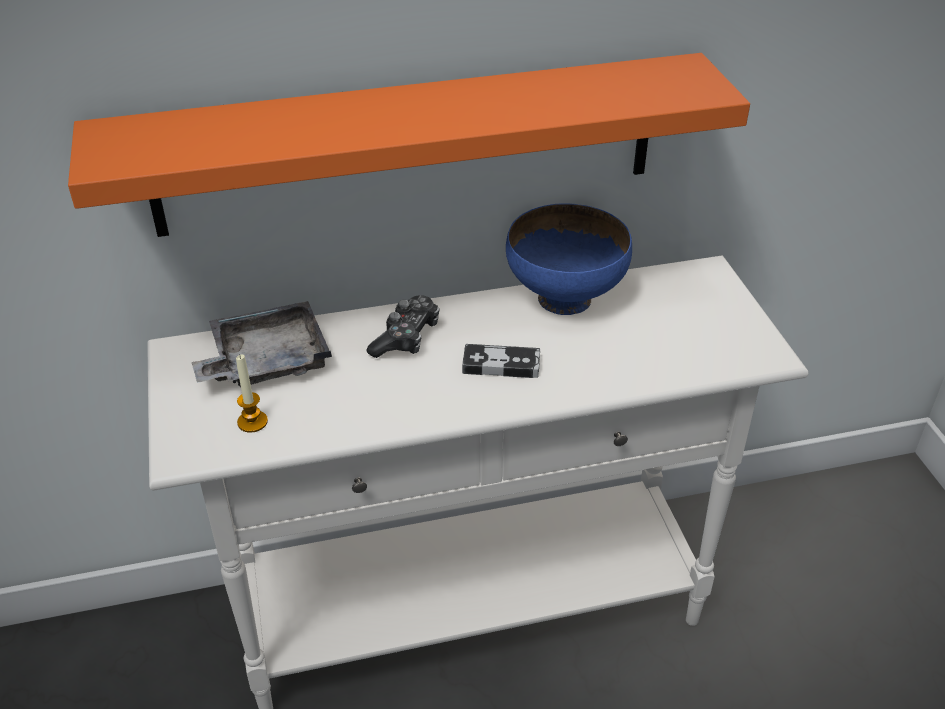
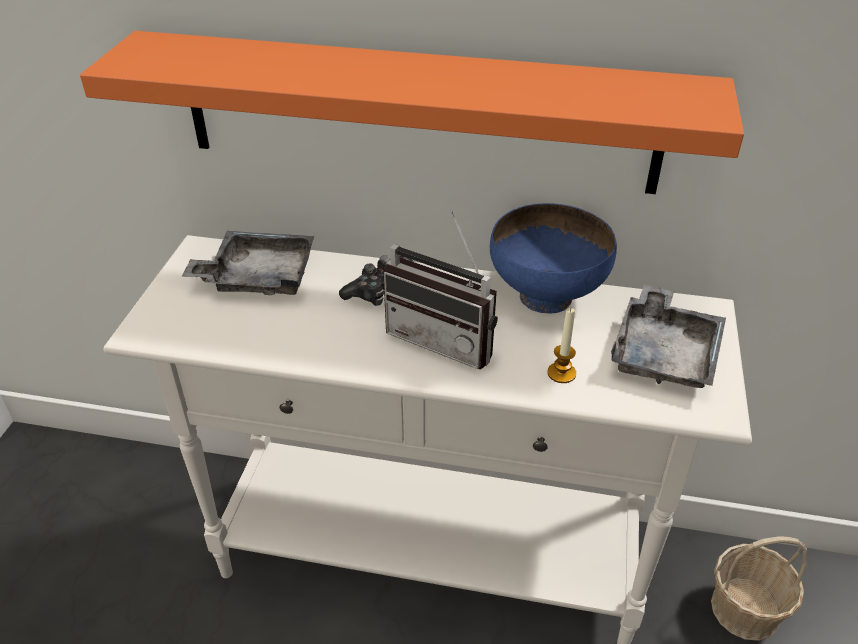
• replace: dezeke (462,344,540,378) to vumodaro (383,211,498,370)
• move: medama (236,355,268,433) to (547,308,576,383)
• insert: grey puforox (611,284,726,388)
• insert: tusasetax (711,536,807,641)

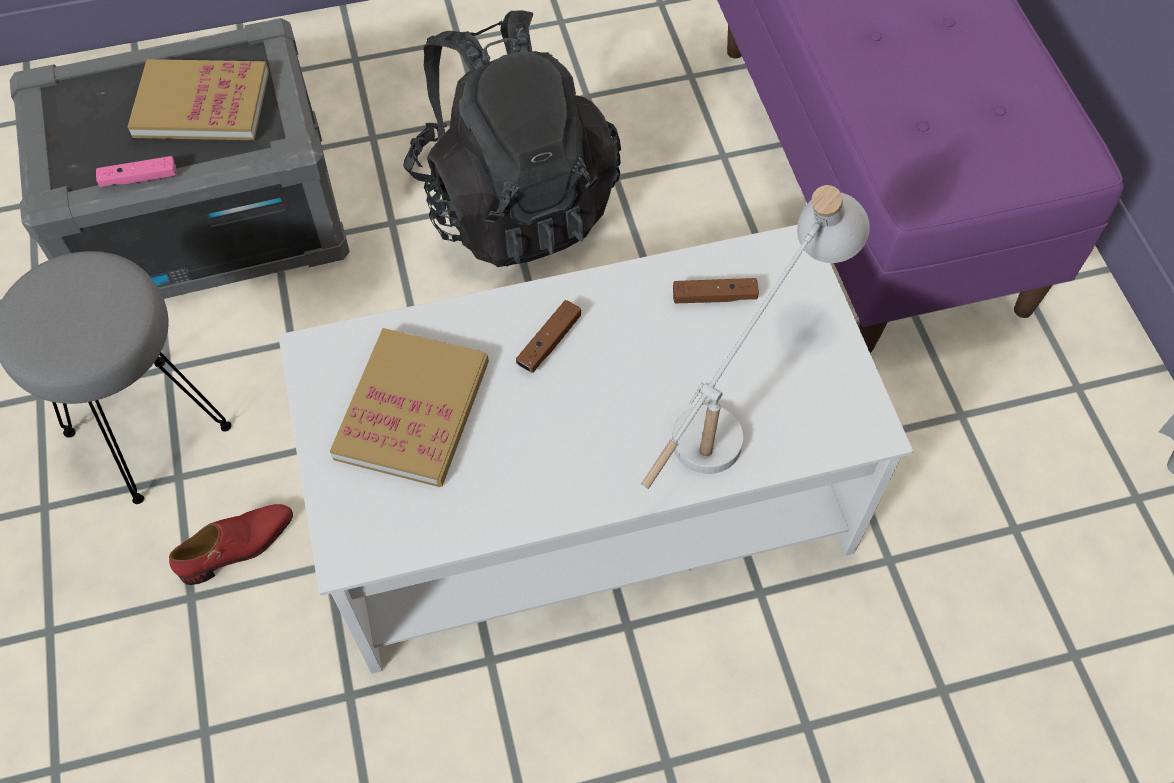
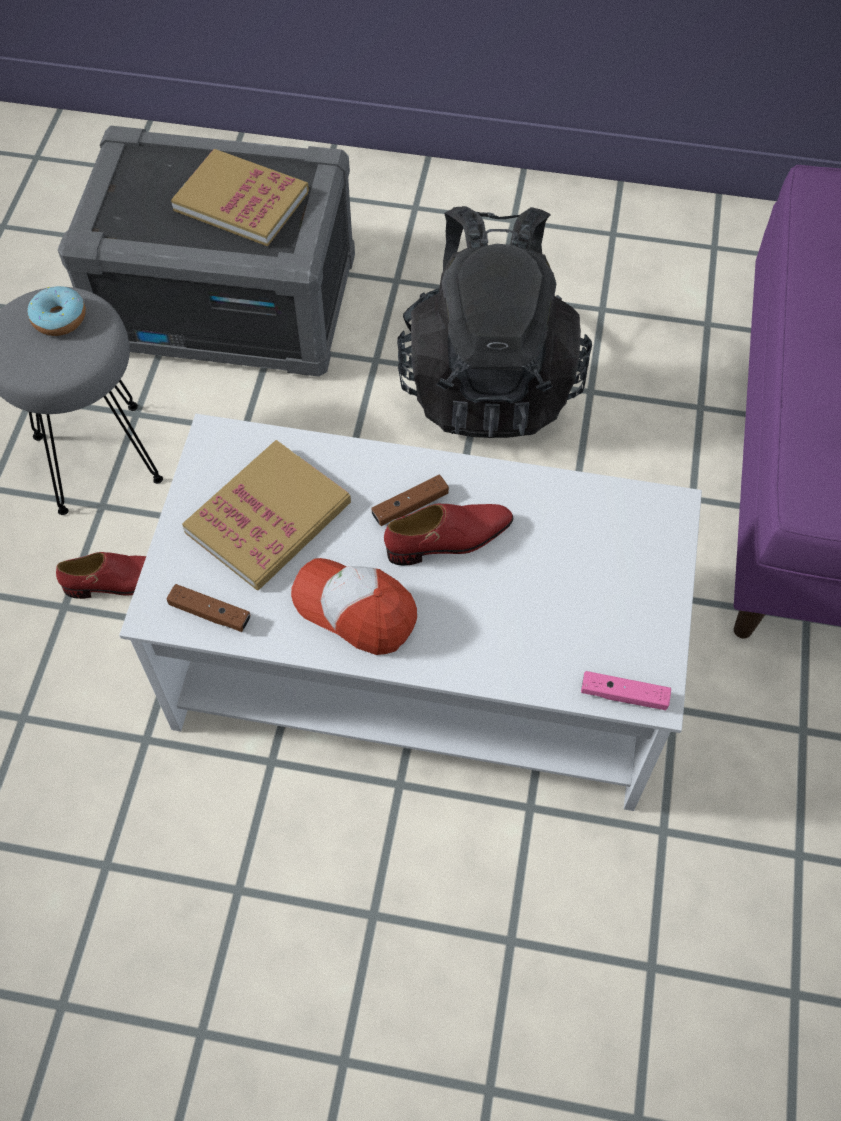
• move: pink dezeke (96,156,177,187) to (581,671,671,710)
• delete: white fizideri (641,185,870,489)
• move: brown dezeke (673,278,759,303) to (167,584,251,632)
• insert: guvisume (28,286,86,336)
• insert: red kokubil (384,504,514,565)
• insert: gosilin (291,558,417,655)

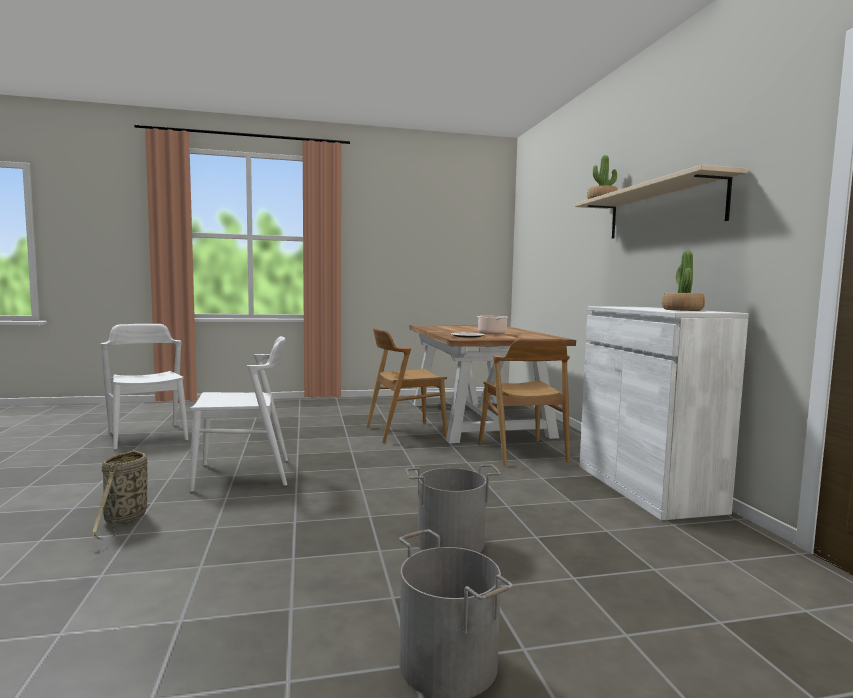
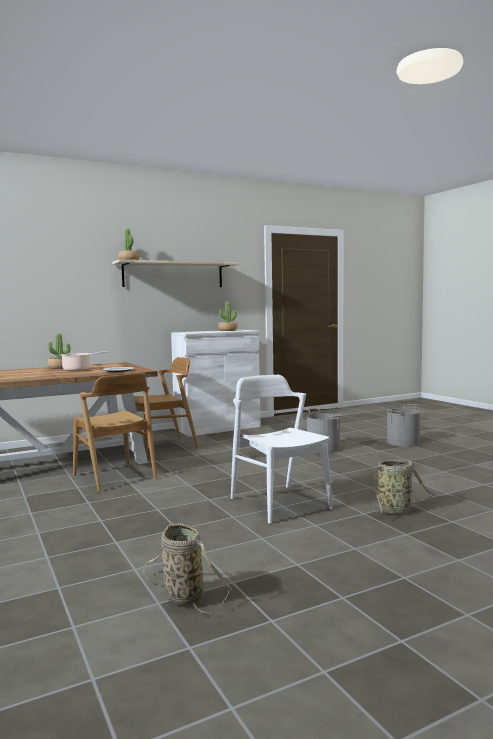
• replace: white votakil (101,324,188,450) to tusasetax (143,523,232,613)
• insert: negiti (47,333,70,369)

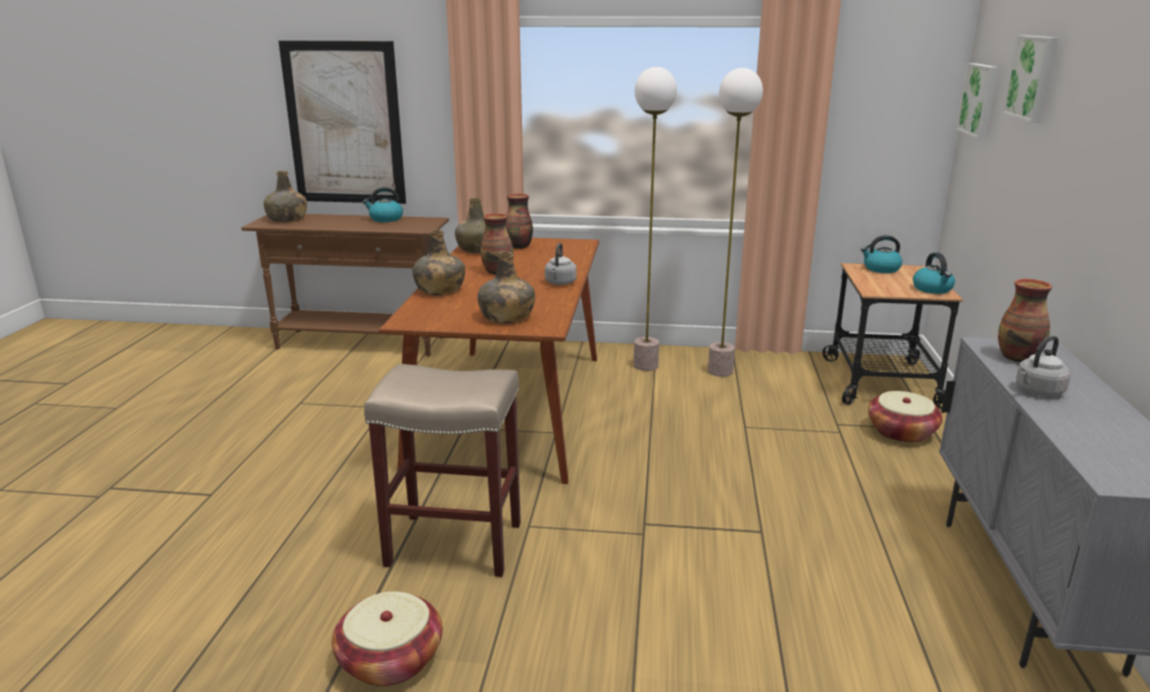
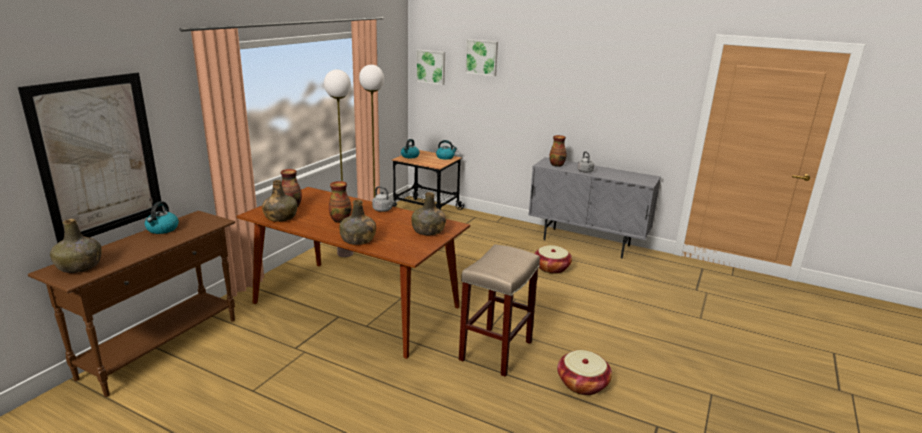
• move: tusasetax (868,391,943,443) to (534,245,572,274)

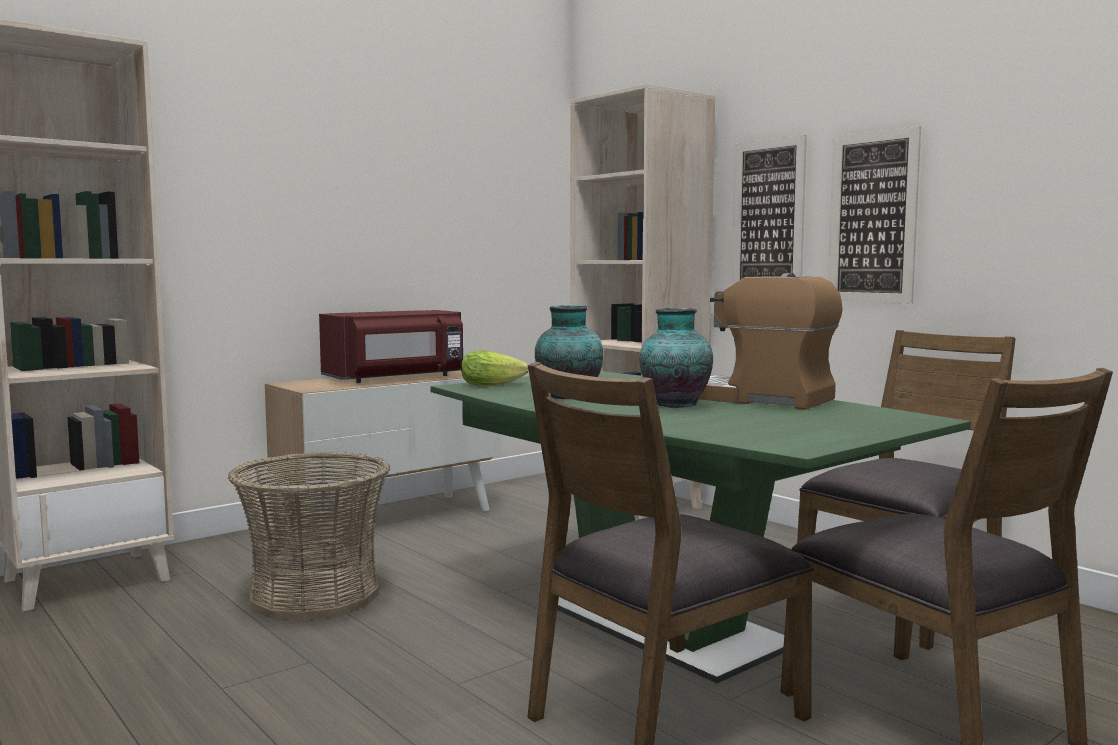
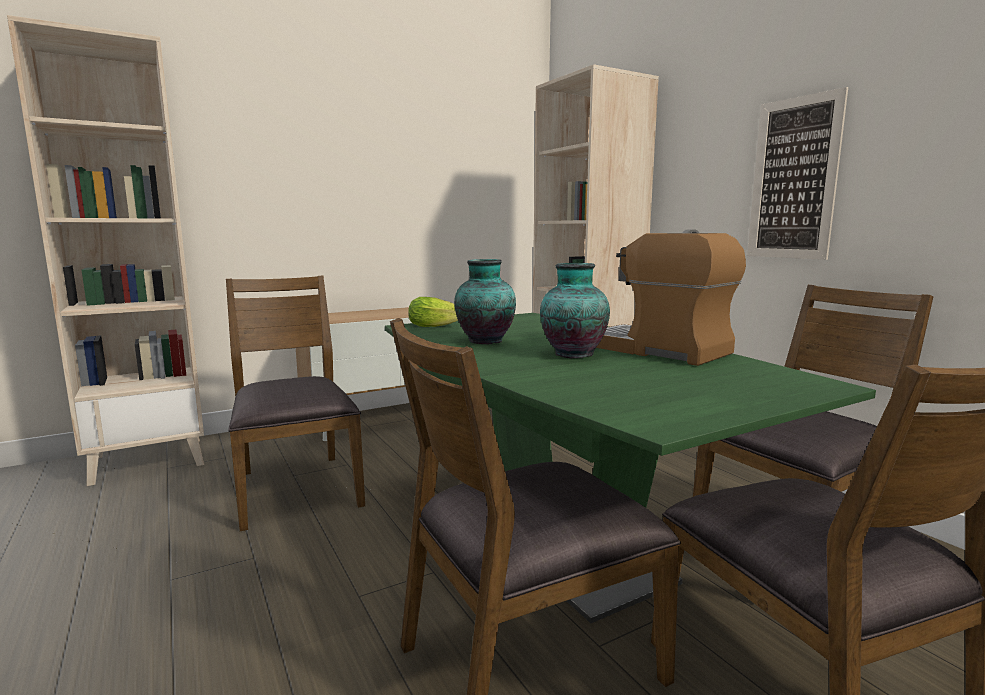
• delete: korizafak (732,135,807,285)
• delete: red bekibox (319,310,463,383)
• replace: tusasetax (228,452,390,621) to brown votakil (226,276,365,531)

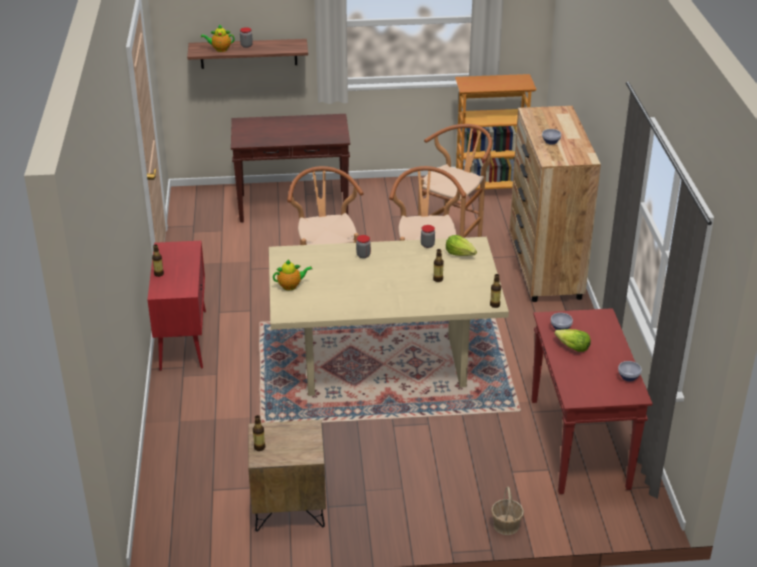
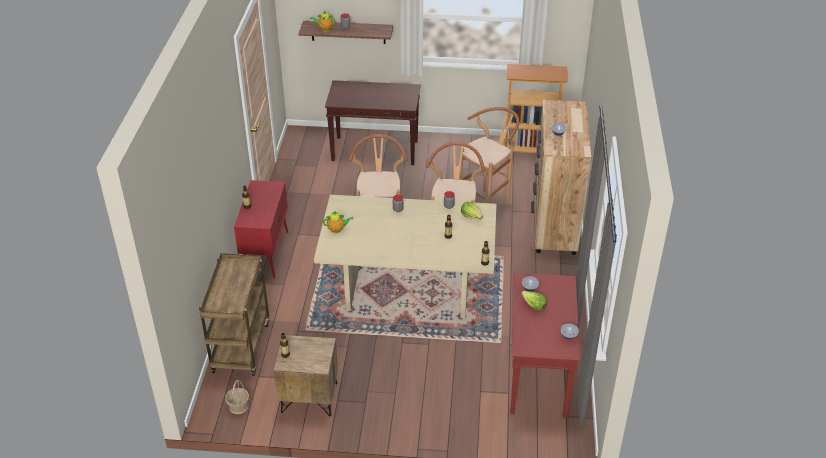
• move: tusasetax (491,487,524,535) to (225,380,249,414)
• insert: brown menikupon (199,253,269,376)

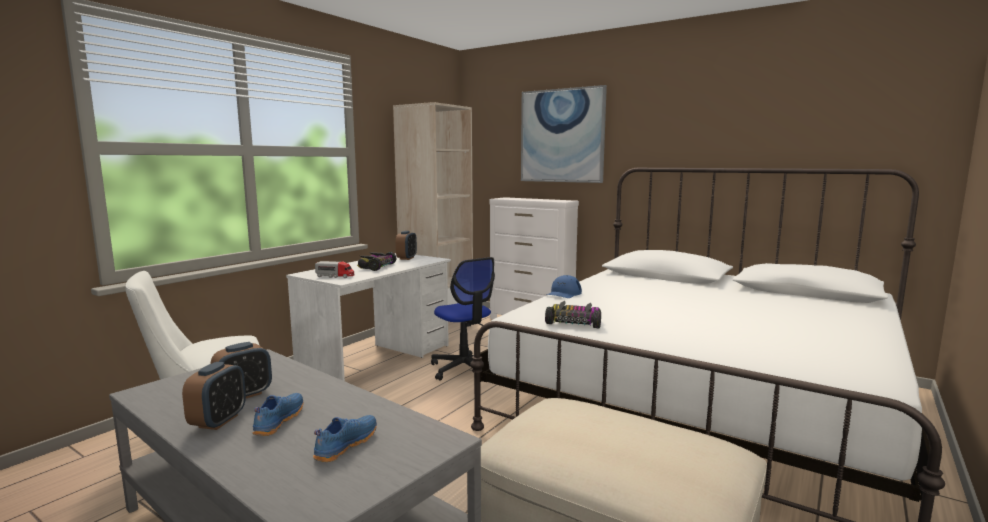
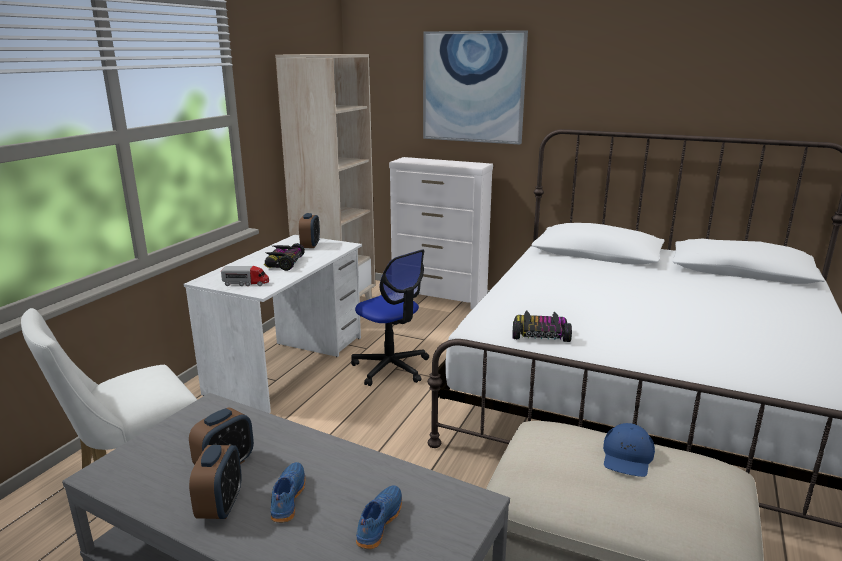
• move: blue gosilin (546,275,582,298) to (603,423,655,477)

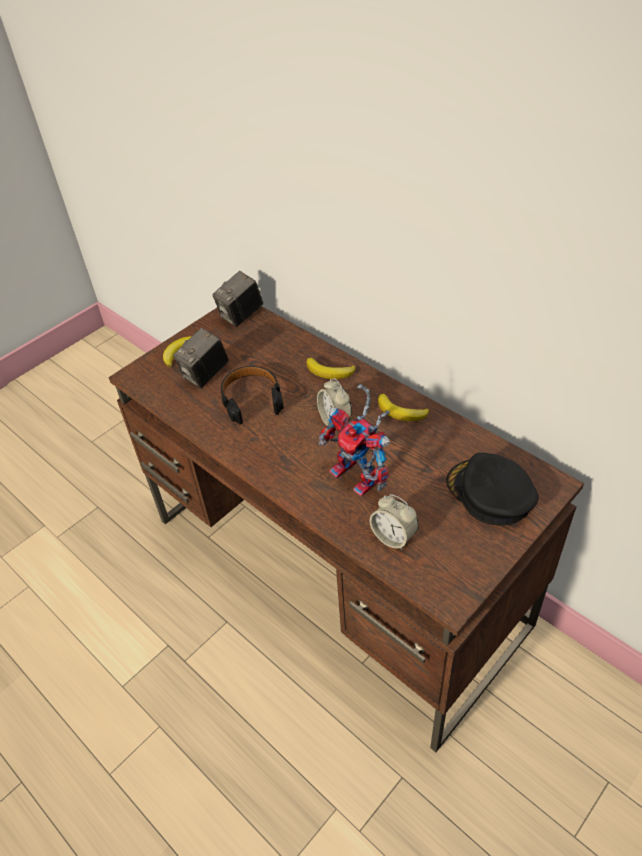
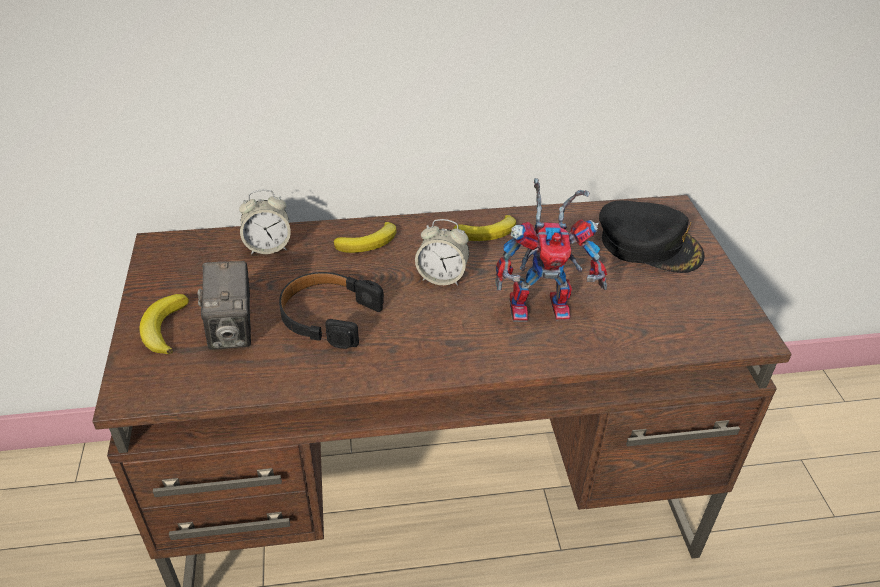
• delete: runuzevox (212,271,263,327)
• rotate: black gosilin (446,453,539,526) = (599,200,705,273) 150 degrees counterclockwise
• move: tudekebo (370,494,419,550) to (239,190,291,255)

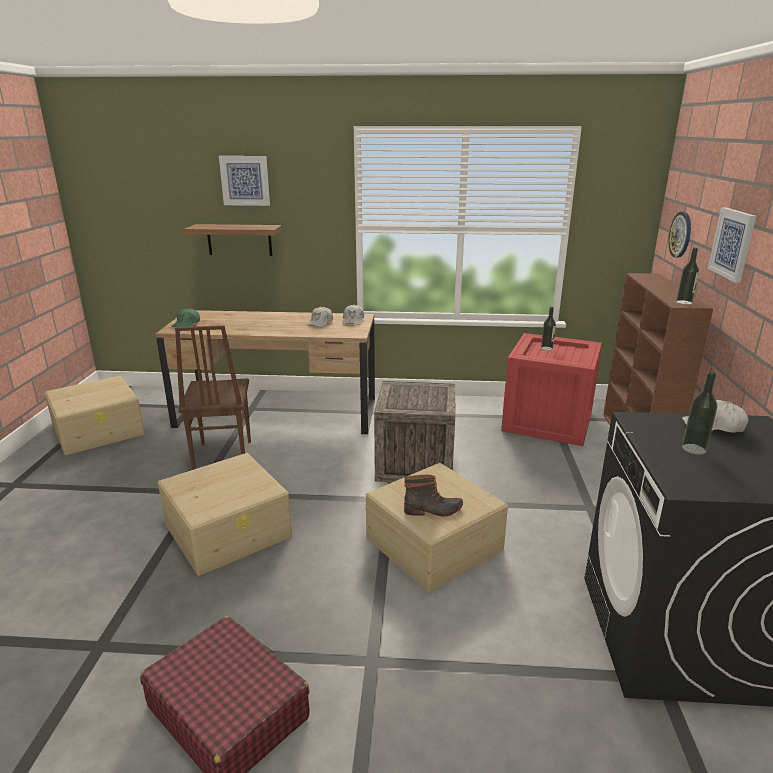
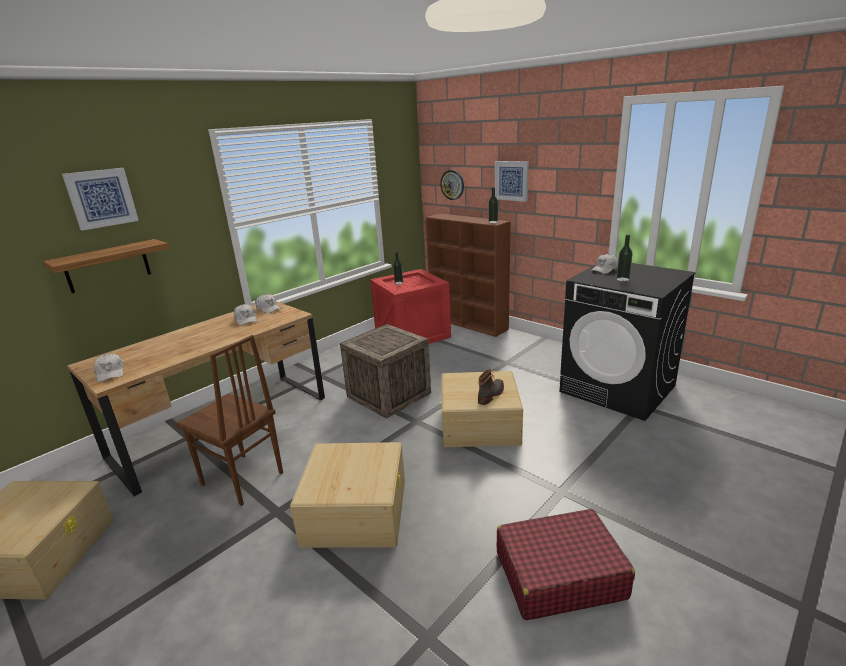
• recolor: green gosilin (171,308,200,327) to white gosilin (94,354,124,382)

